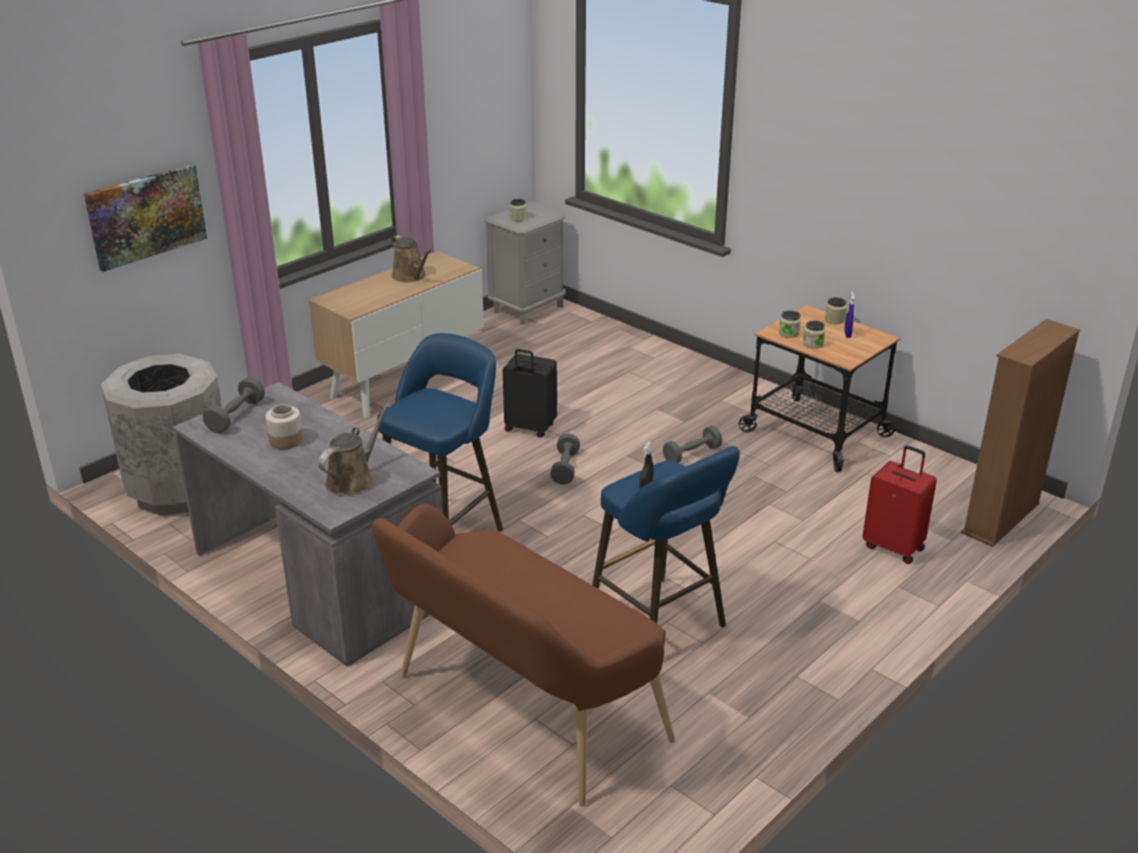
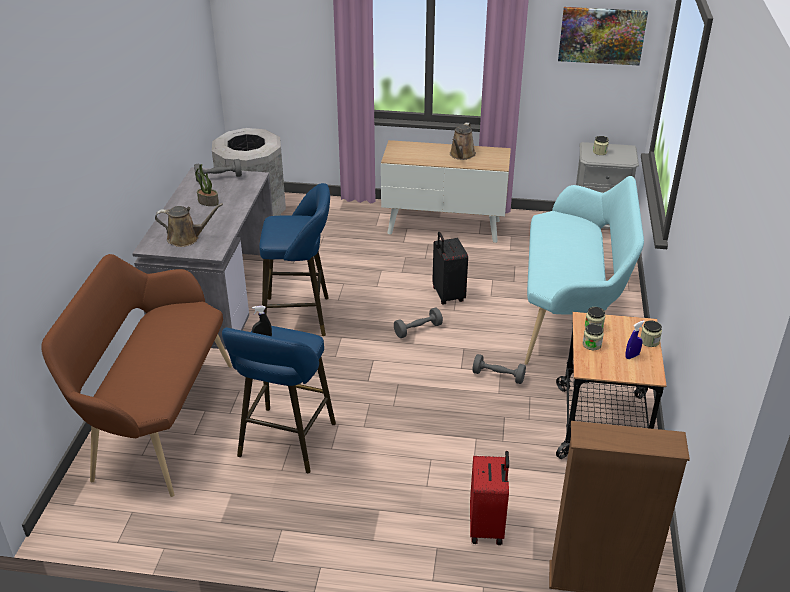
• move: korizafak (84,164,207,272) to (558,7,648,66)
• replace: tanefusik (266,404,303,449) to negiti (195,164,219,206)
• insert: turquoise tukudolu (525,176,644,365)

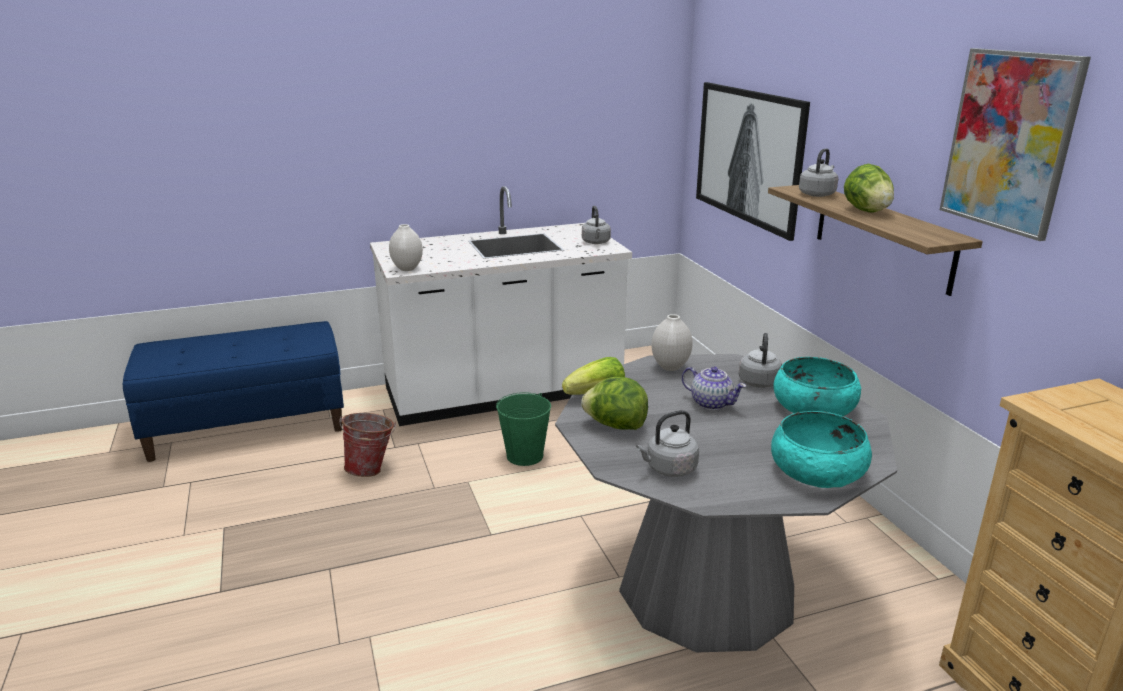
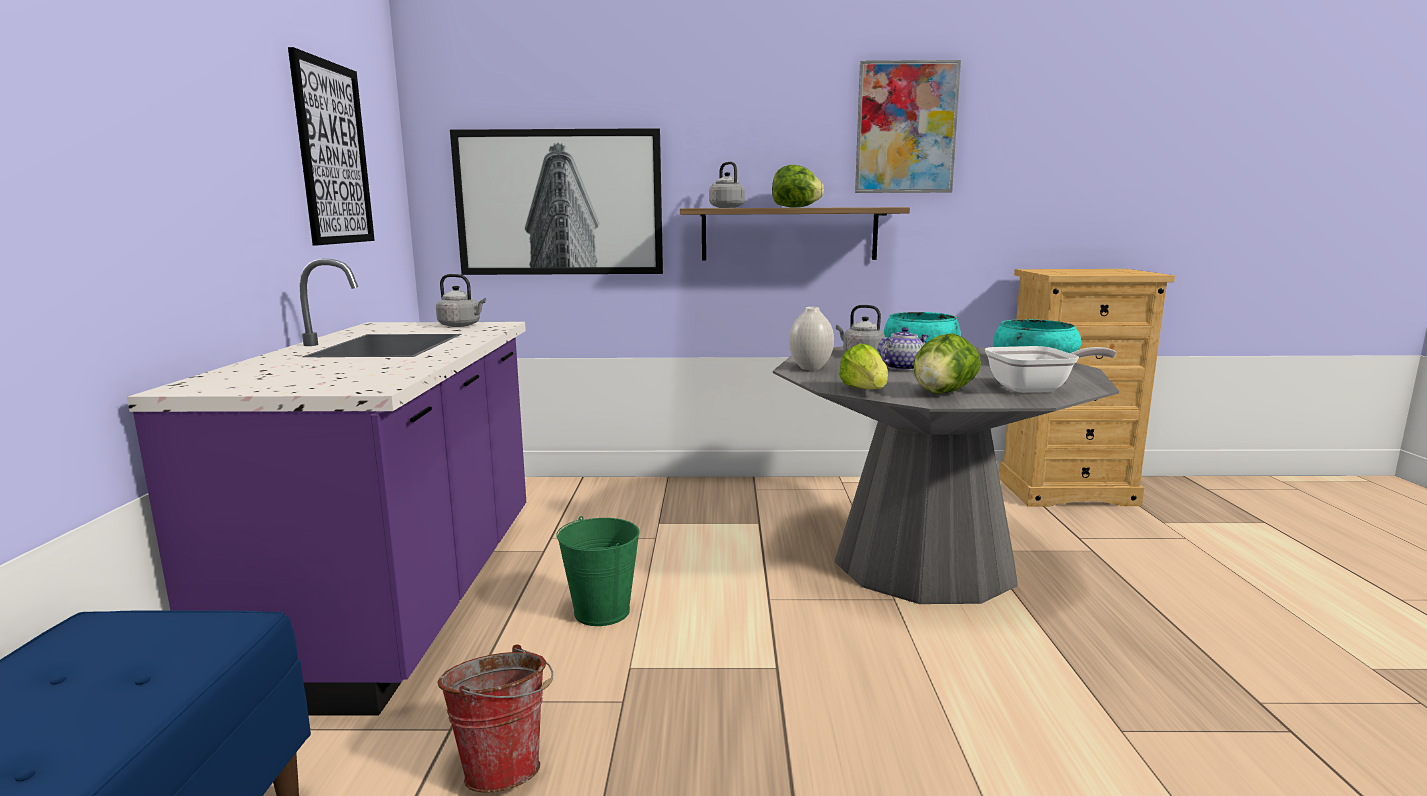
• recolor: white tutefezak (370,186,632,426) to purple tutefezak (127,259,526,716)
• delete: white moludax (389,224,423,271)
• replace: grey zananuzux (636,410,699,477) to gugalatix (985,346,1116,393)
• insert: korizafak (288,47,375,245)

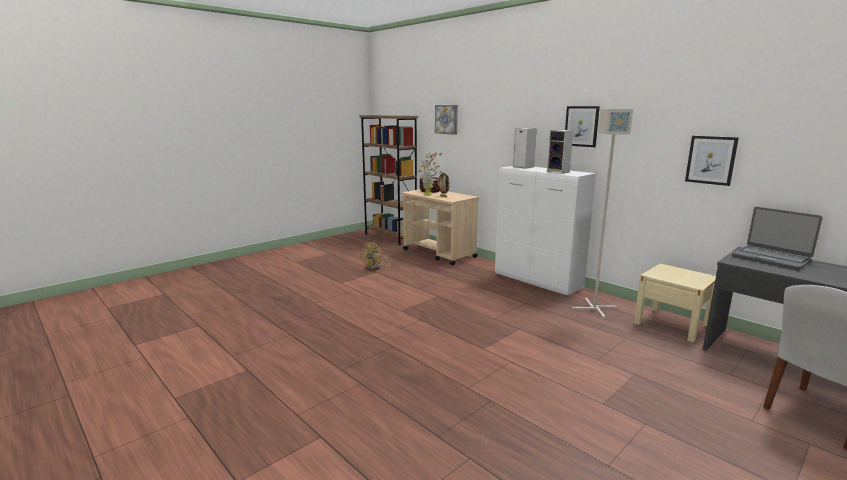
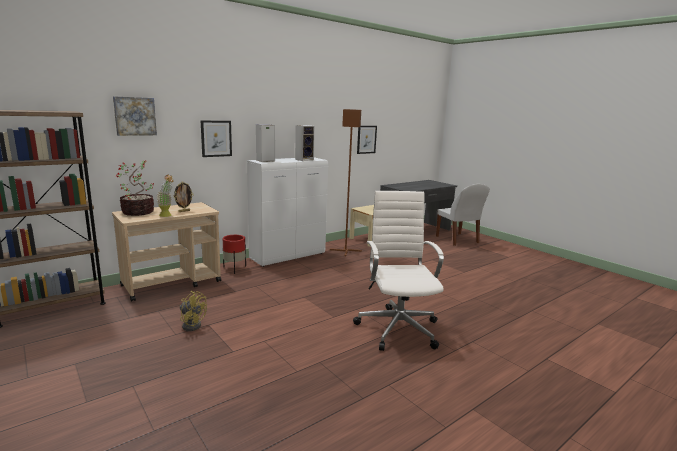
• move: korizafak (565,106,600,147) to (200,120,232,157)
• recolor: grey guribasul (572,109,633,318) to brown guribasul (330,109,362,256)
• delete: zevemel (732,207,822,270)
• insert: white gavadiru (353,191,444,351)
• insert: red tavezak (223,235,246,274)

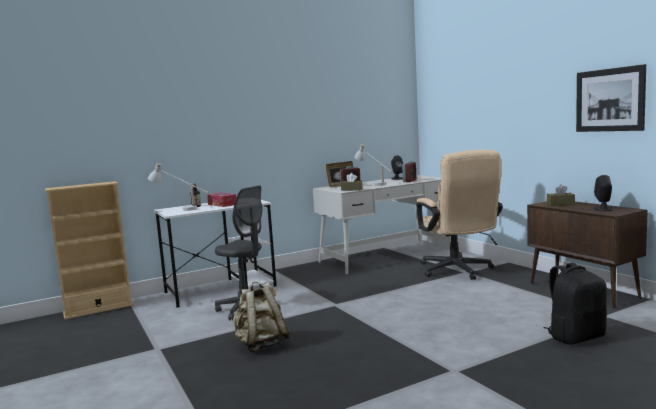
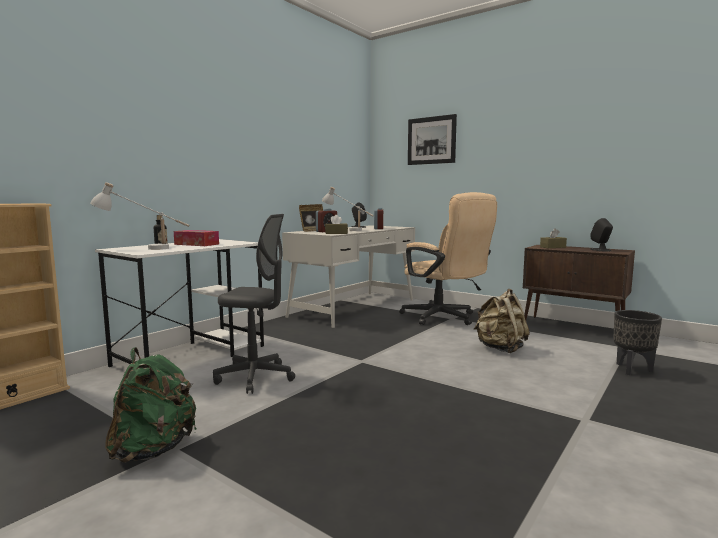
• move: korizafak (576,64,646,132) to (408,114,457,165)
• replace: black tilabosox (543,263,607,345) to black tavezak (613,310,662,375)
• move: beige tilabosox (233,282,291,352) to (474,289,530,353)
• insert: green tilabosox (105,347,196,463)

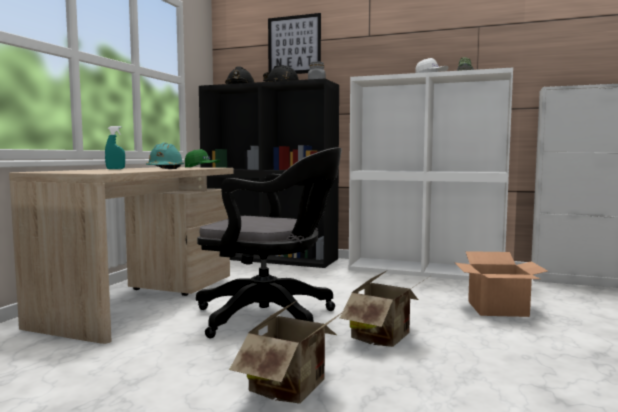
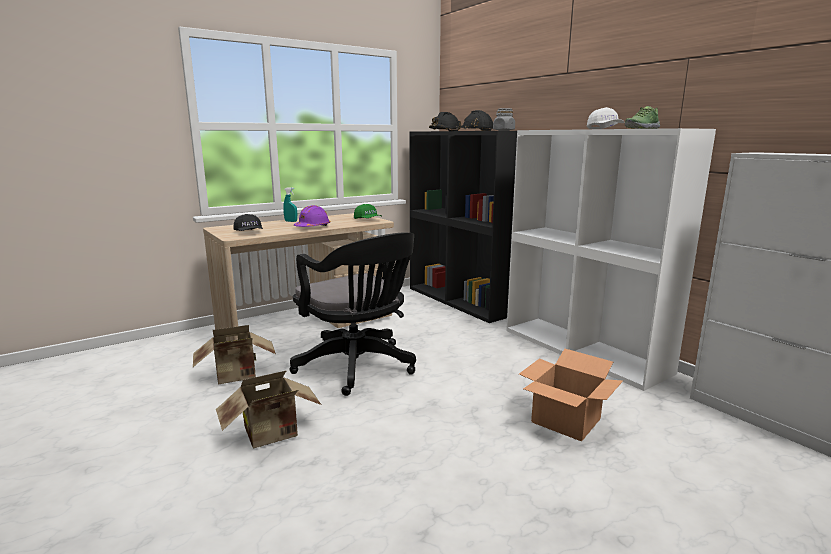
• delete: korizafak (268,13,321,74)
• recolor: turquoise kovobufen (146,142,184,169) to purple kovobufen (294,205,330,227)
• move: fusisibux (340,270,427,347) to (193,325,276,384)
• insert: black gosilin (234,214,263,231)

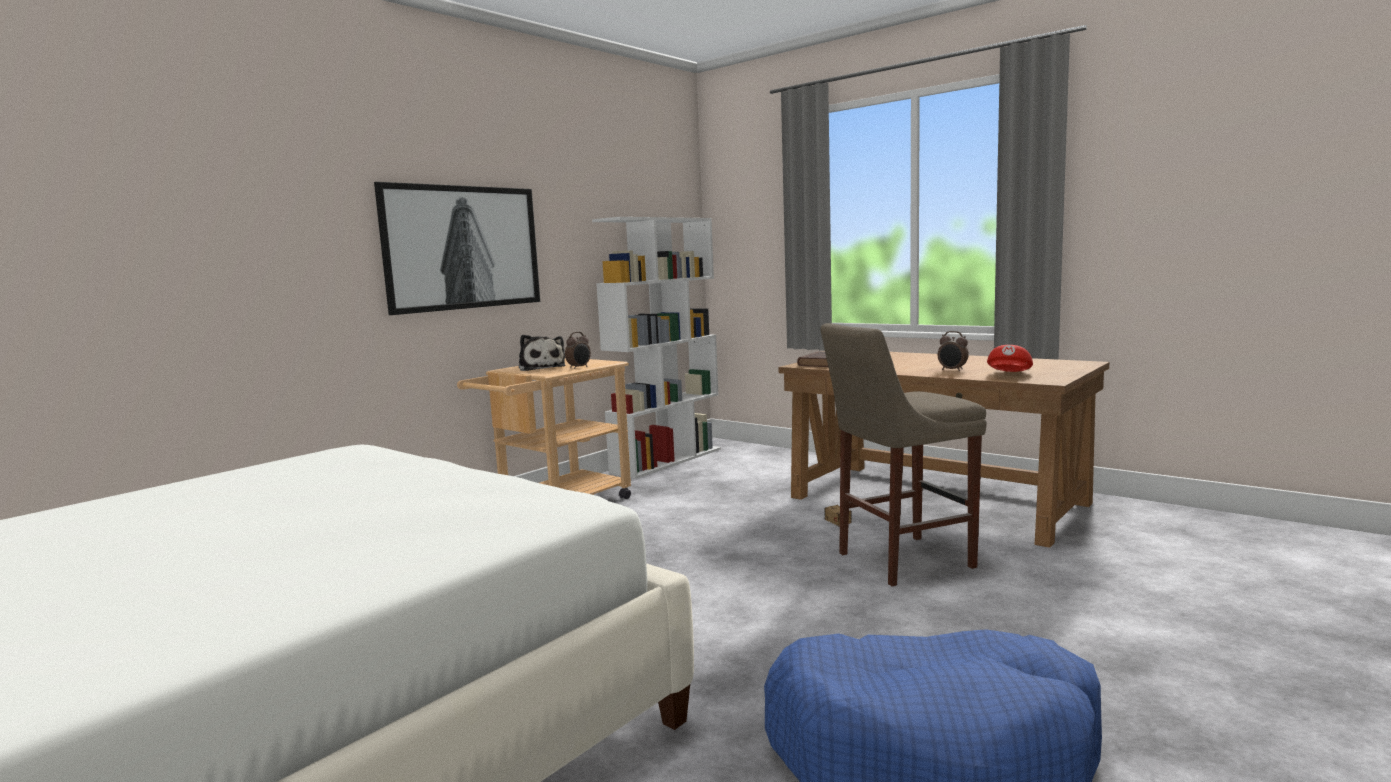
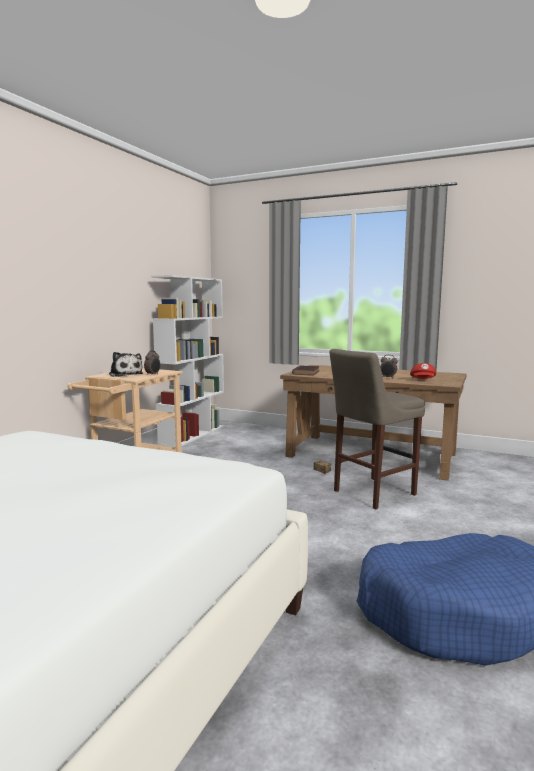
• delete: korizafak (374,182,540,315)

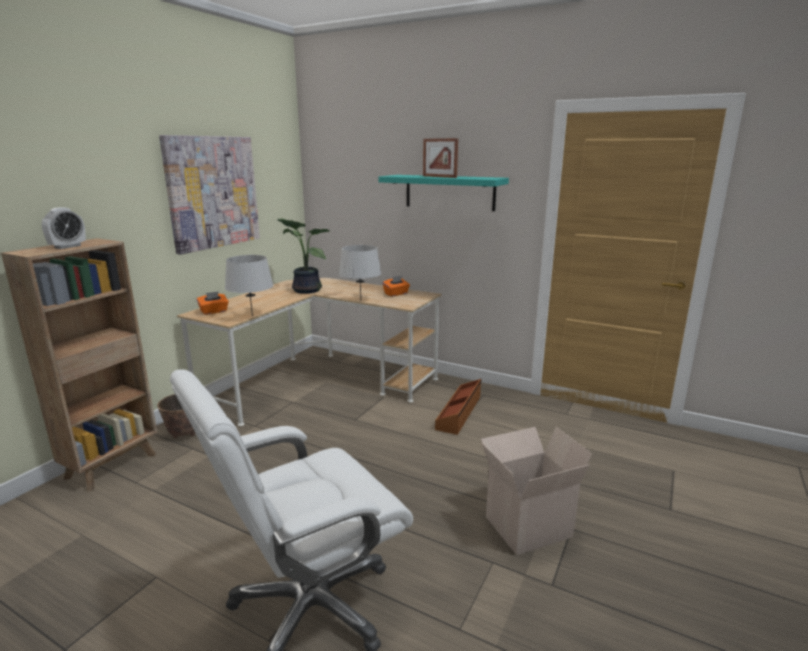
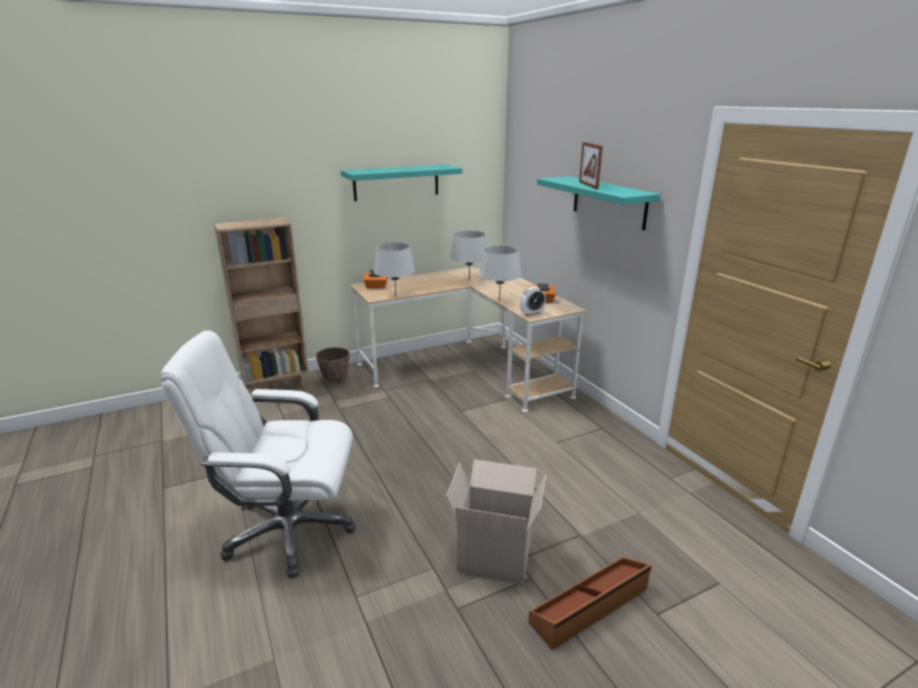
• replace: korizafak (159,135,260,255) to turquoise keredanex (341,164,463,201)
• move: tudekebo (42,207,86,249) to (520,286,546,316)
• replace: negiti (277,218,329,294) to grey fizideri (451,231,487,281)
• move: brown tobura (435,379,481,435) to (528,557,651,650)

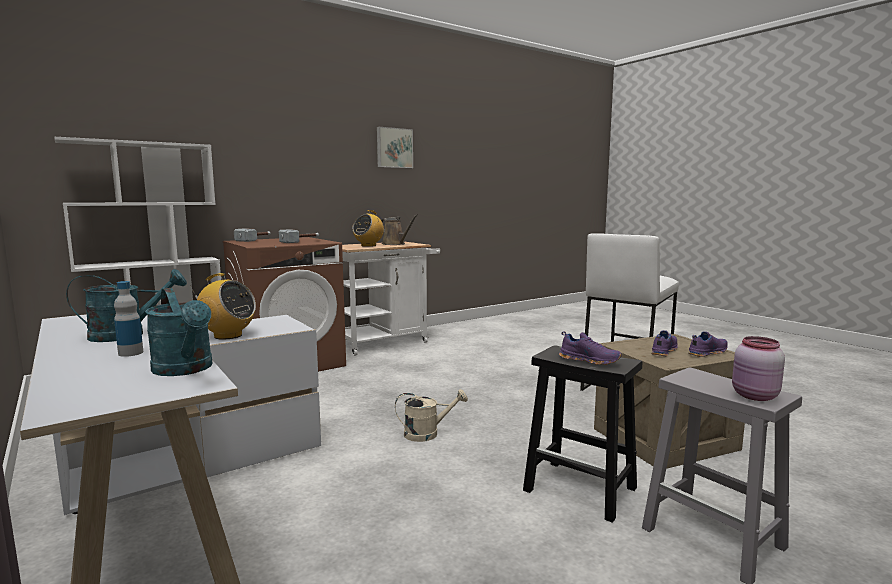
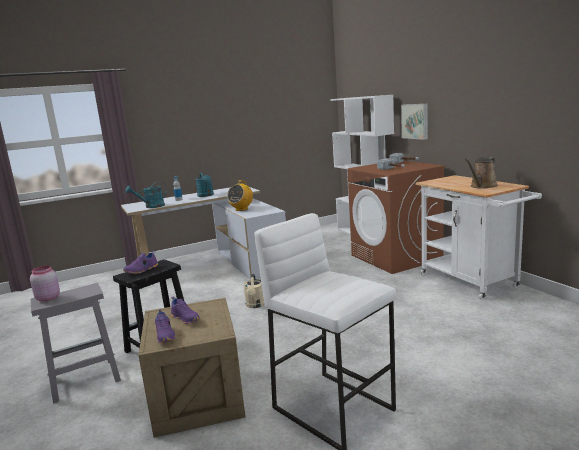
• move: korizafak (377,127,413,168) to (401,104,428,140)
• delete: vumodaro (352,210,384,247)

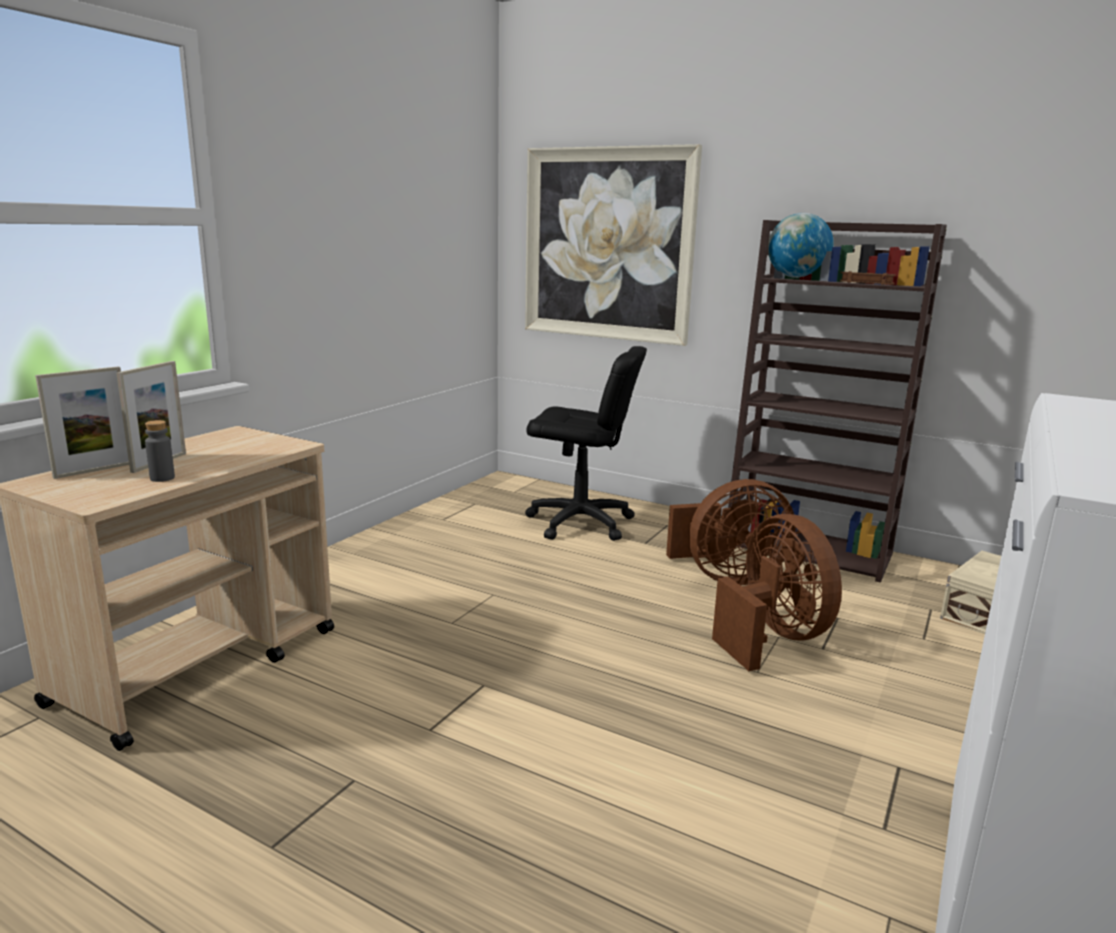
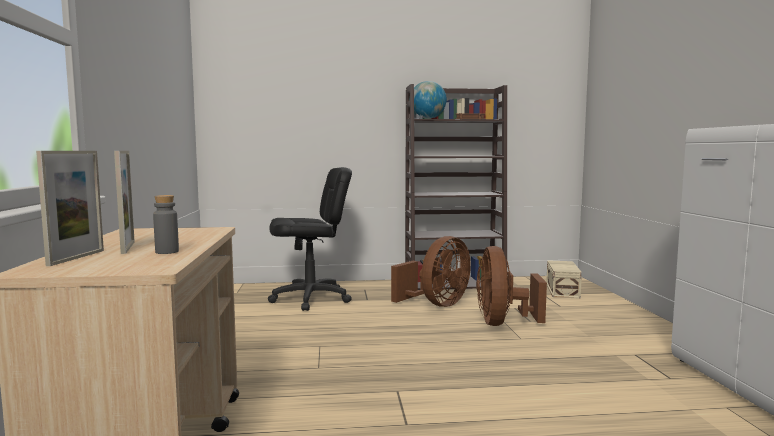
• delete: korizafak (525,144,702,346)
• rotate: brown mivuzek (712,514,842,671) = (476,246,547,326) 120 degrees counterclockwise

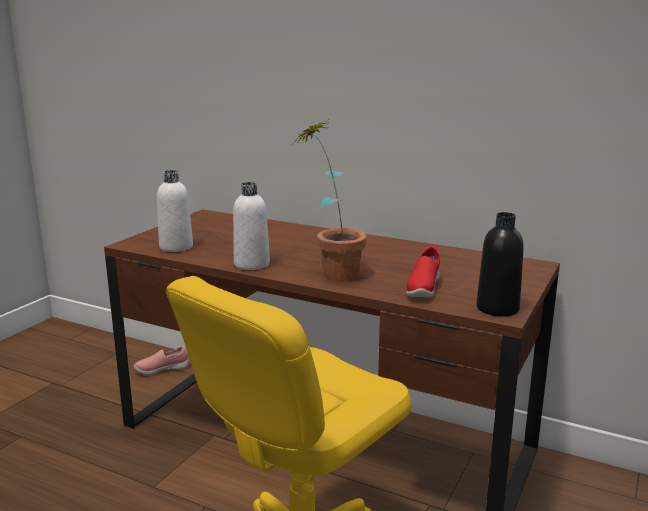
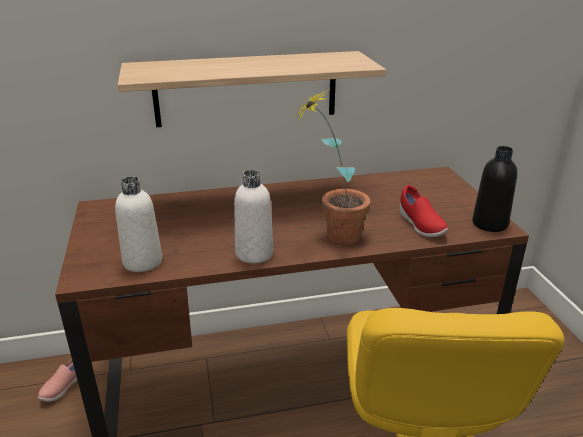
• insert: keredanex (118,51,386,127)

